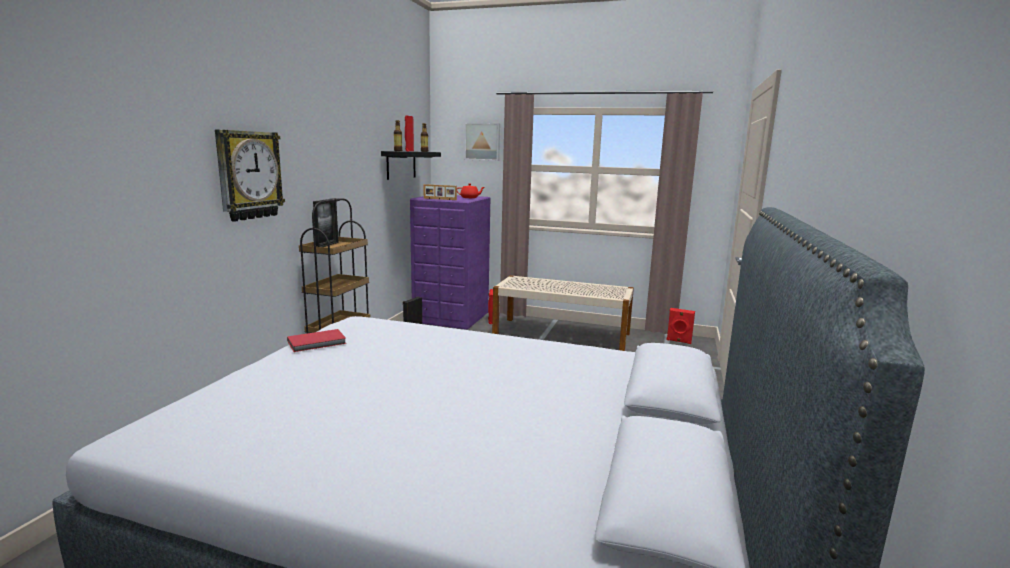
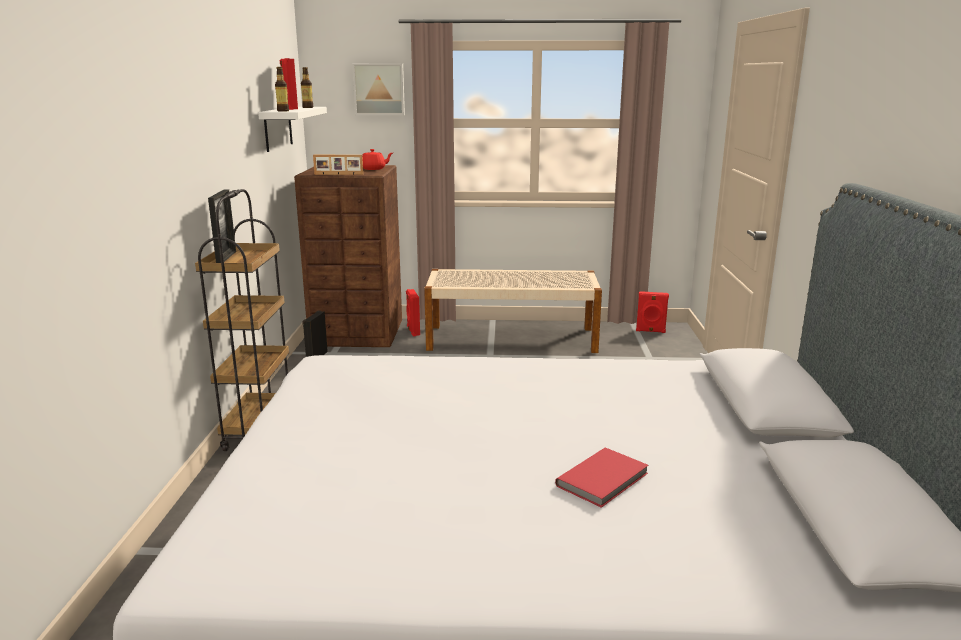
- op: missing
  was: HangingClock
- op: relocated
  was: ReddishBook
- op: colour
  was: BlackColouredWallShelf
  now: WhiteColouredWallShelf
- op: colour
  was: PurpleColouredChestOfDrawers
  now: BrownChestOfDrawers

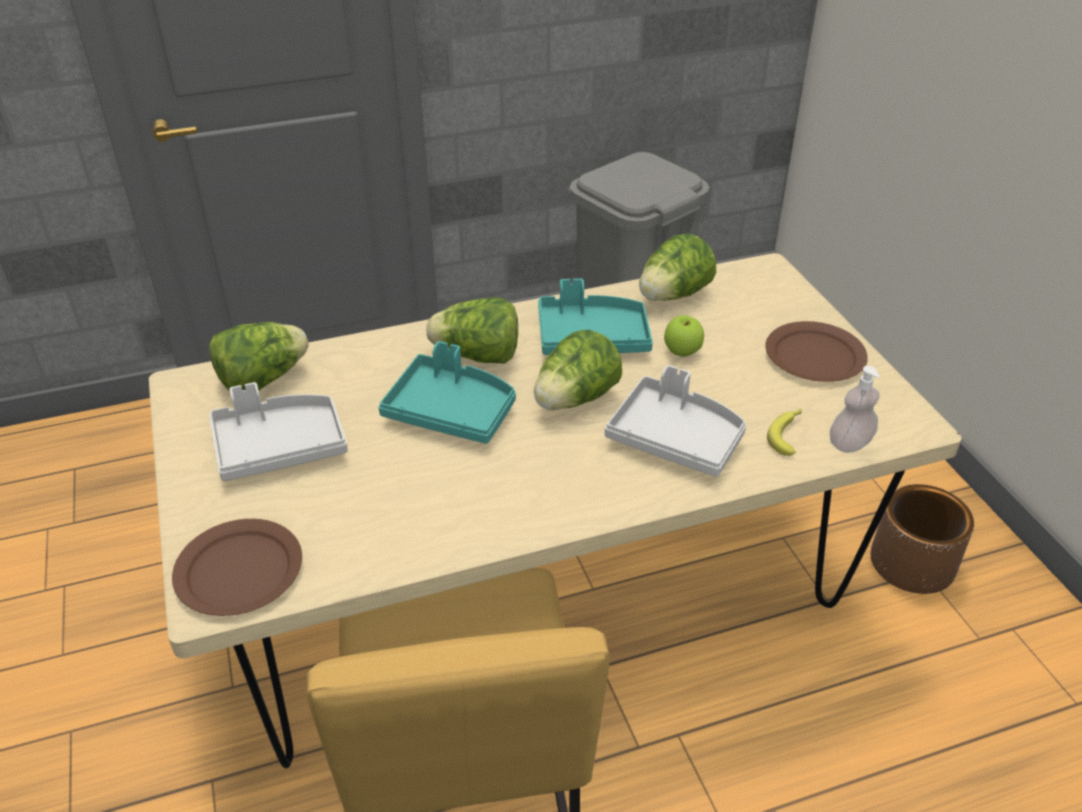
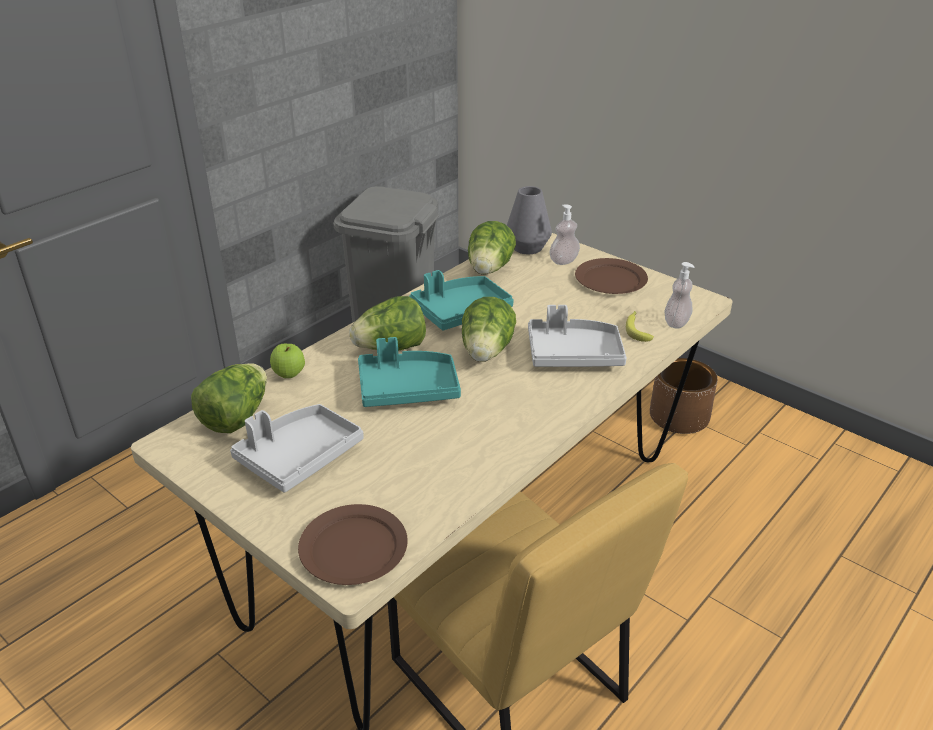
- op: appeared
  now: GreyVase
- op: appeared
  now: LiquidSoapBottle (no. 1 from left)
- op: relocated
  was: WholeApple

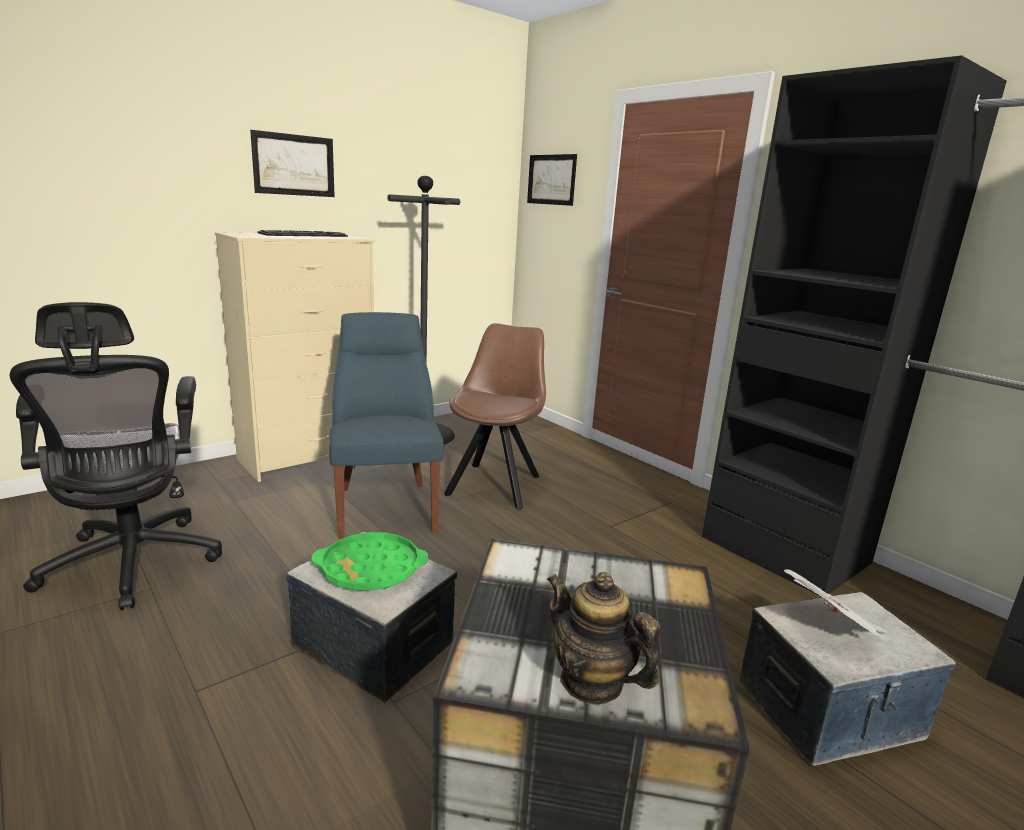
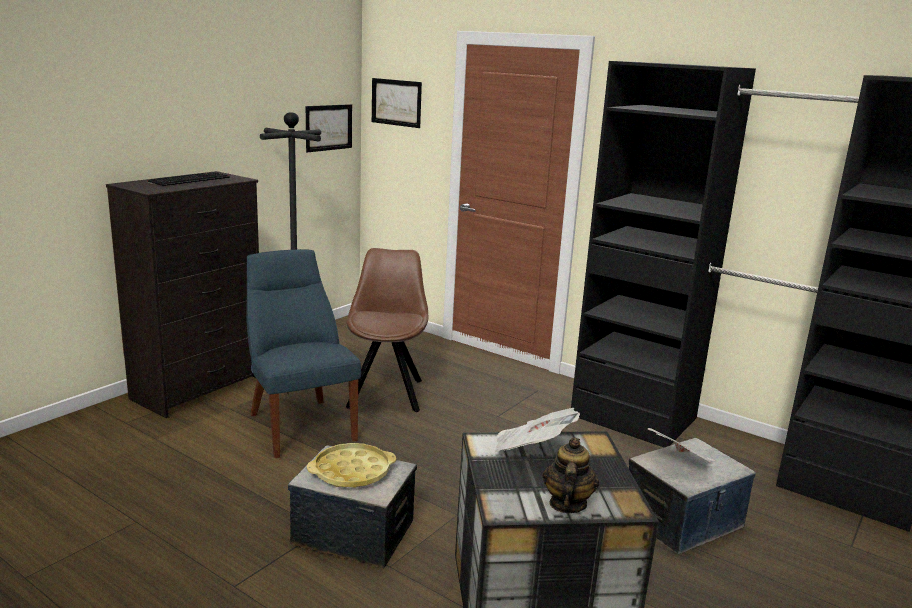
- op: missing
  was: ComputerChair
- op: appeared
  now: Newspaper (no. 1 from left)
- op: relocated
  was: WallPicture (no. 1 from left)
- op: colour
  was: BeigeChestOfDrawers
  now: BlackColouredChestOfDrawers
- op: colour
  was: GreenishTray
  now: YellowishTray
- op: spun
  was: TeaPot
  clockwise: 75

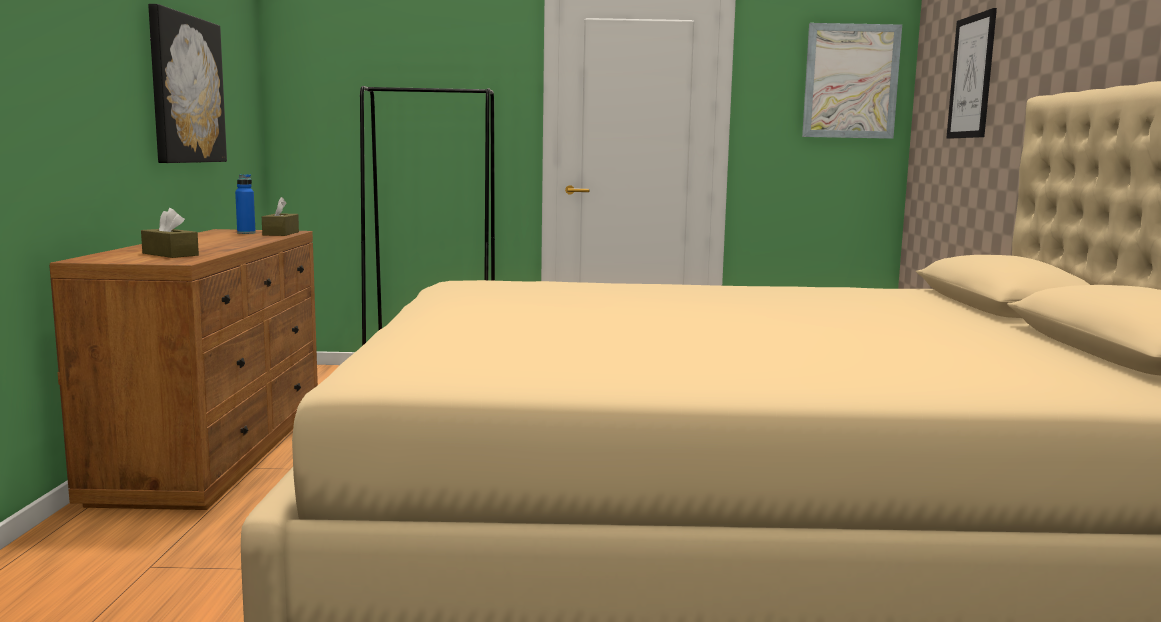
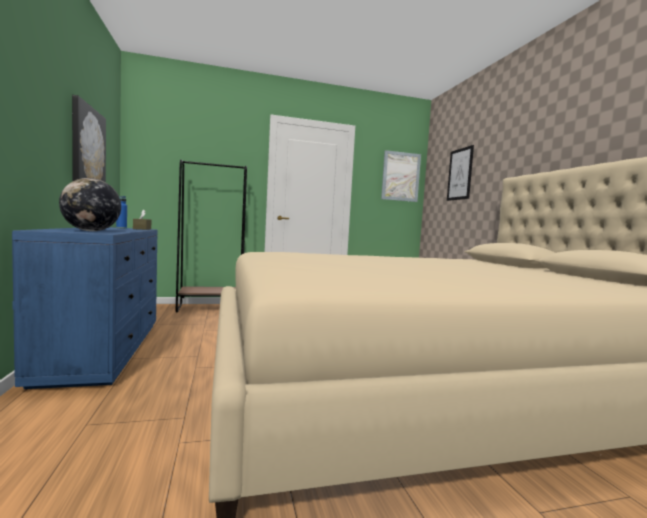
- op: exchanged
  was: BrownTissueHolder (no. 1 from left)
  now: DeskGlobe
- op: colour
  was: BrownChestOfDrawers
  now: BluishChestOfDrawers

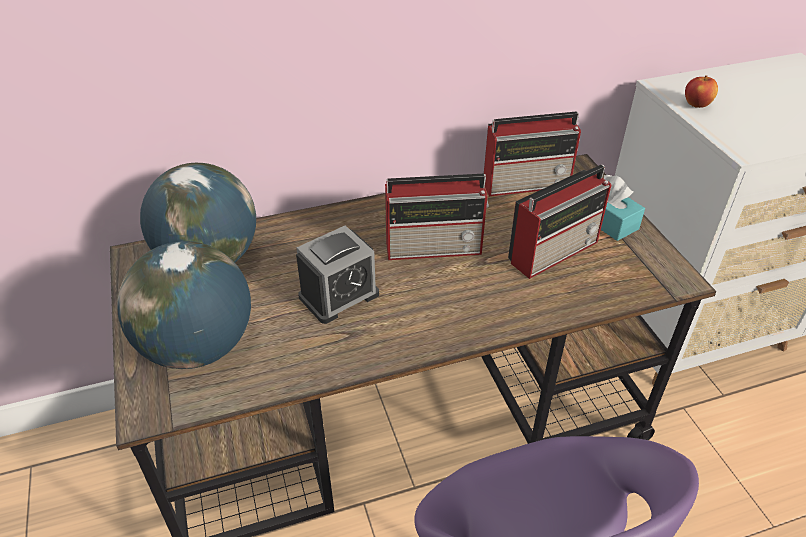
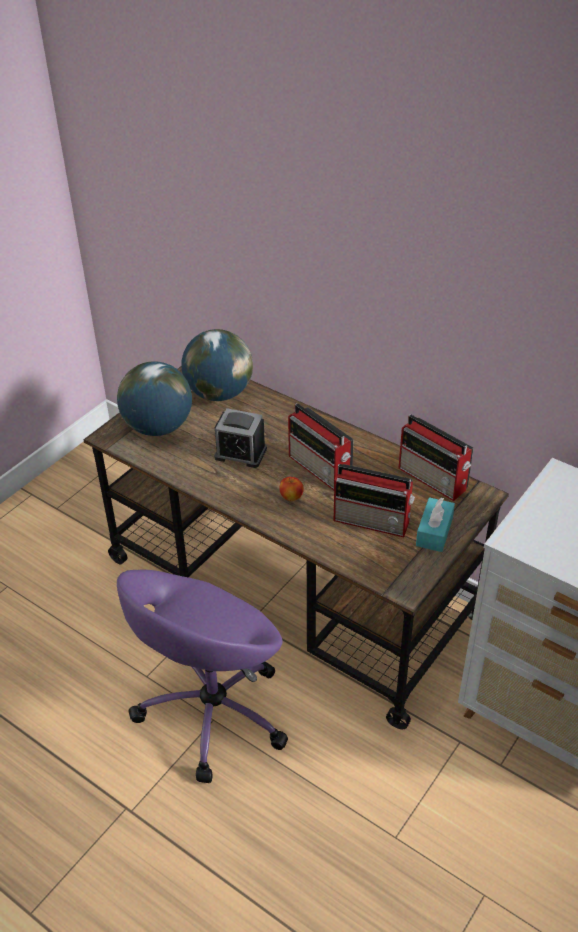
- op: relocated
  was: WholeApple

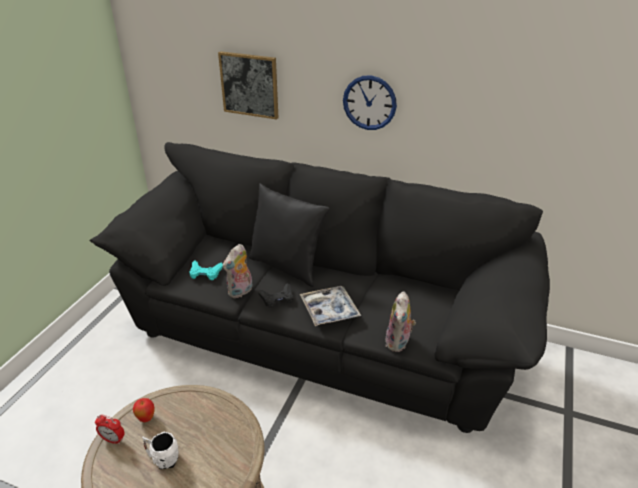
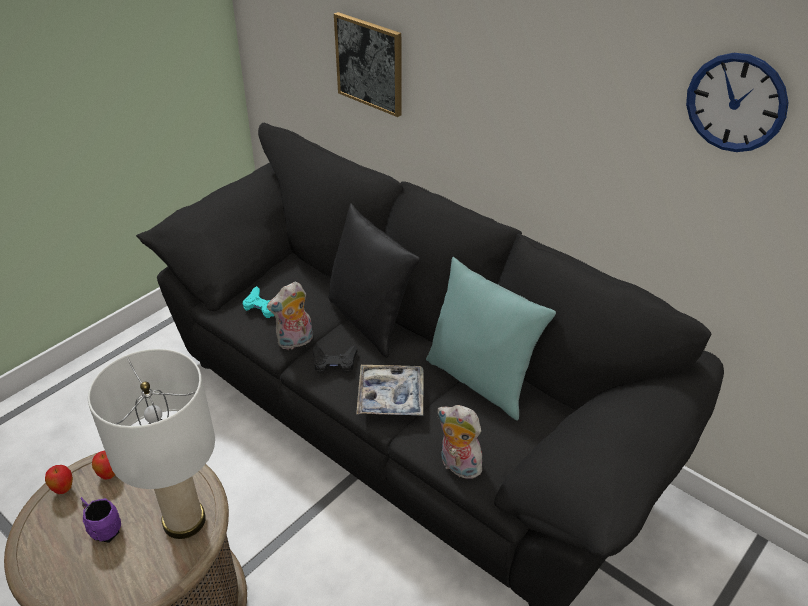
- op: appeared
  now: WhiteColouredLampForATable
- op: appeared
  now: BlueGreenPillow
- op: relocated
  was: HangingClock
- op: exchanged
  was: TableClock
  now: WholeApple (no. 1 from left)
- op: colour
  was: WhiteColouredCoffeeMug
  now: PurpleColouredCoffeeMug
- op: spun
  was: CuddlyToy (no. 2 from left)
  clockwise: 90

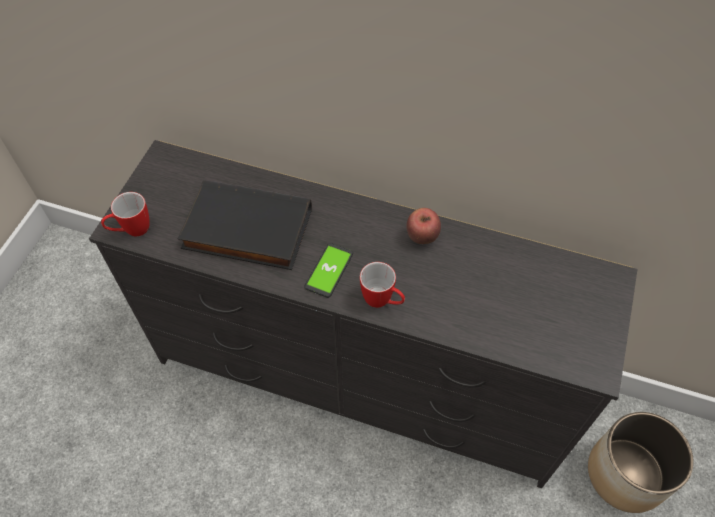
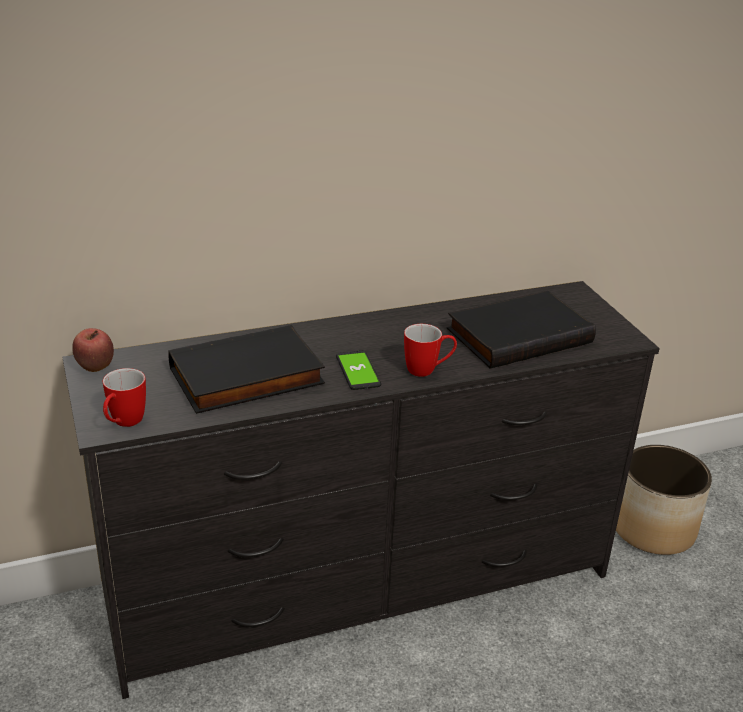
- op: appeared
  now: BlackColouredBook (no. 2 from left)
- op: relocated
  was: WholeApple

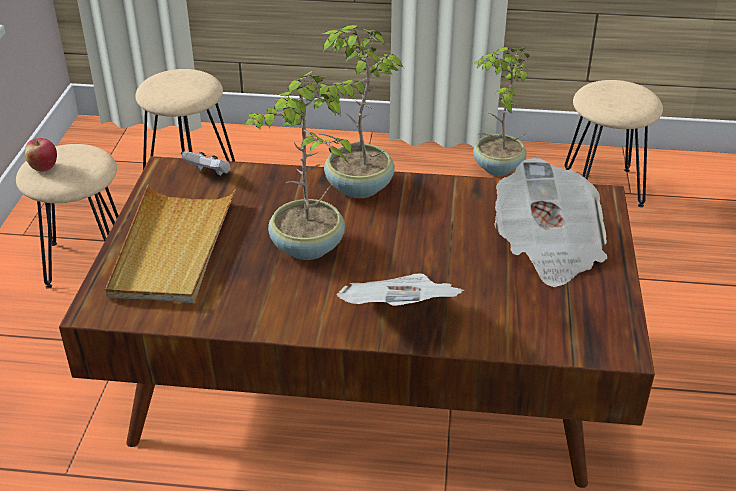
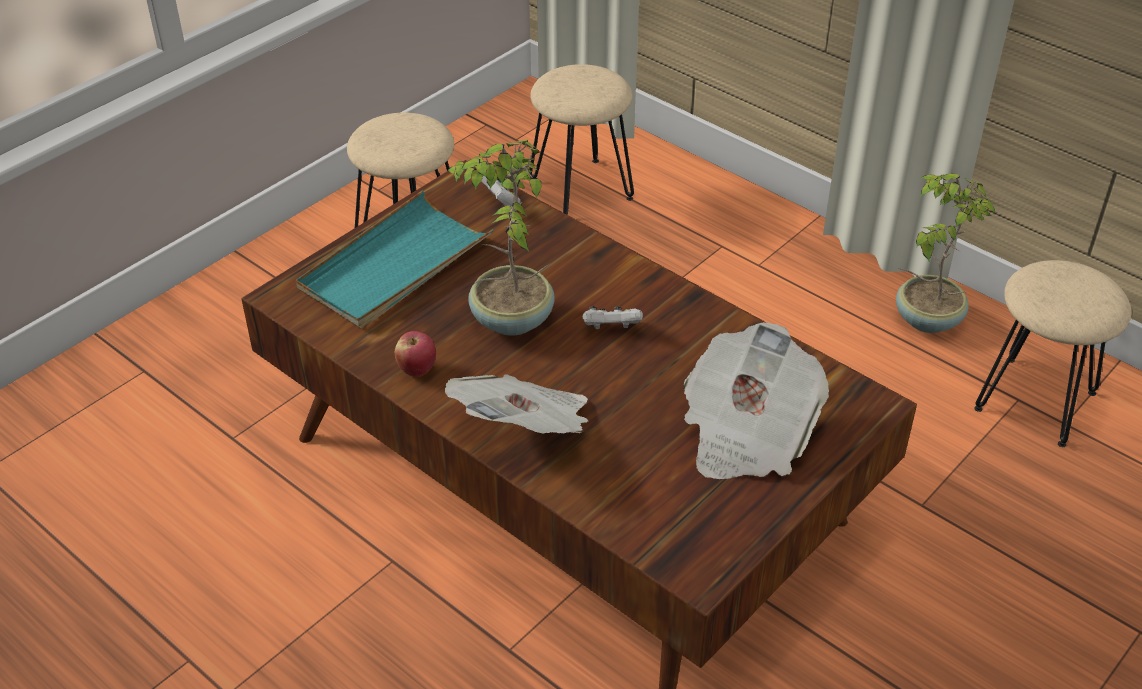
- op: missing
  was: PottedPlant (no. 2 from left)
- op: appeared
  now: WhiteColouredJoypad (no. 2 from left)
- op: relocated
  was: WholeApple
- op: colour
  was: BeigeTray
  now: BlueGreenTray

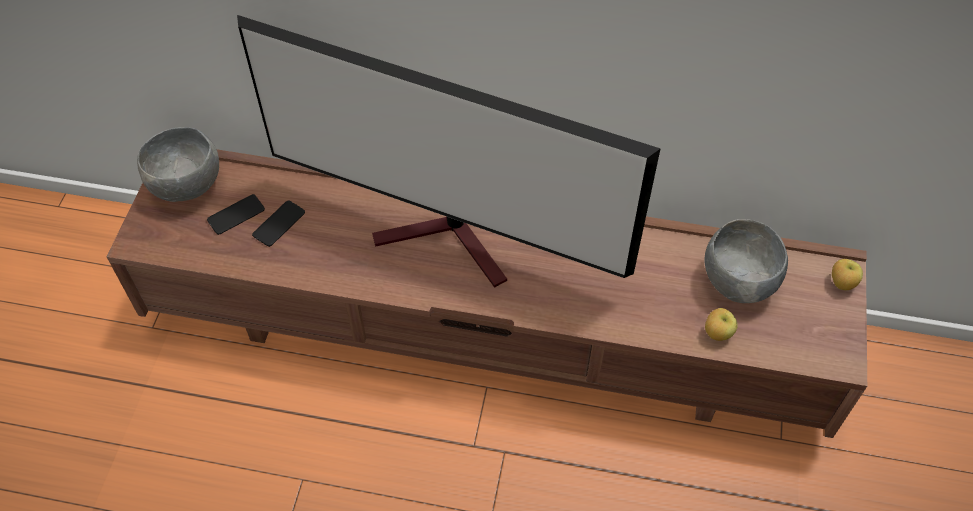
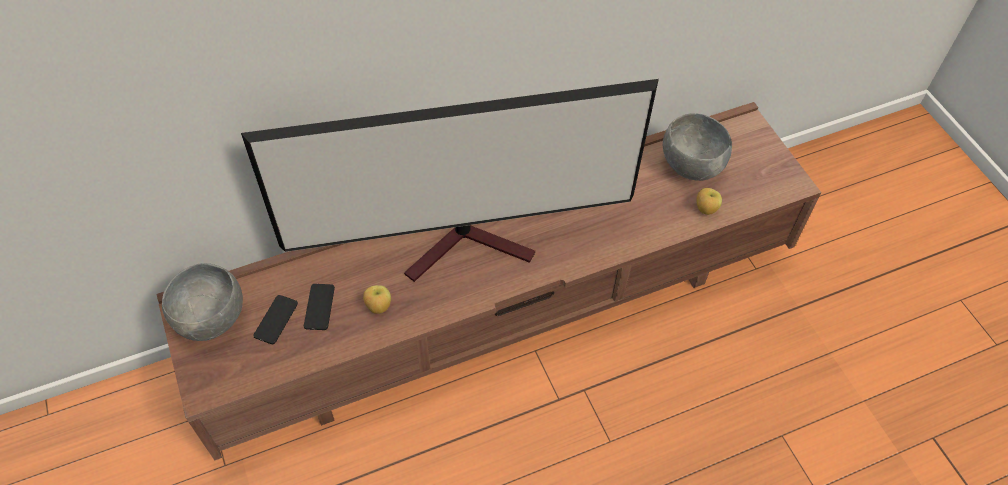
- op: relocated
  was: WholeApple (no. 2 from left in the first image)
  now: WholeApple (no. 1 from left)

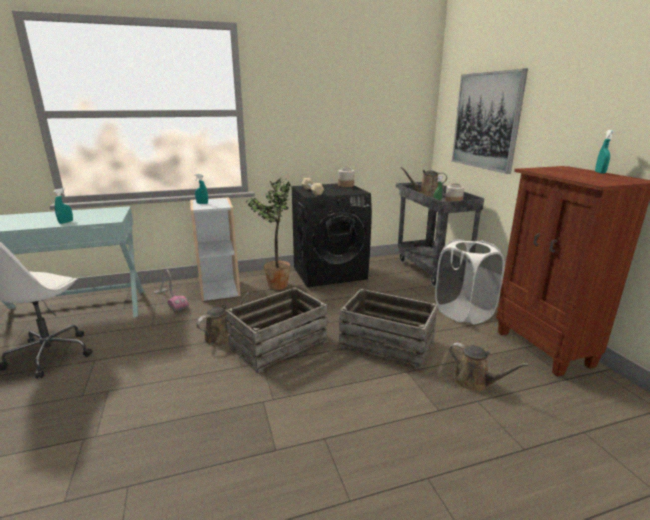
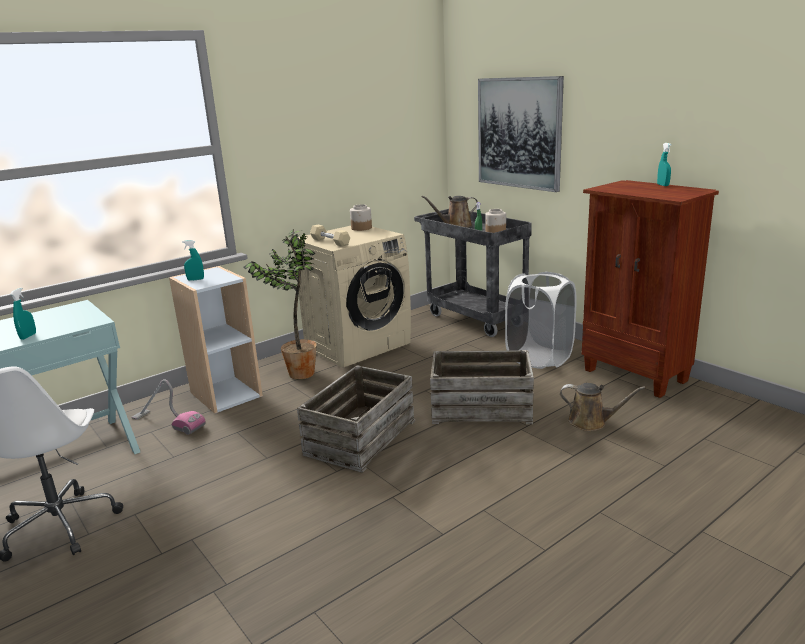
- op: missing
  was: BrownSprinklingCan (no. 1 from left)
- op: colour
  was: BlackColouredWashingMachine
  now: BeigeWashingMachine

